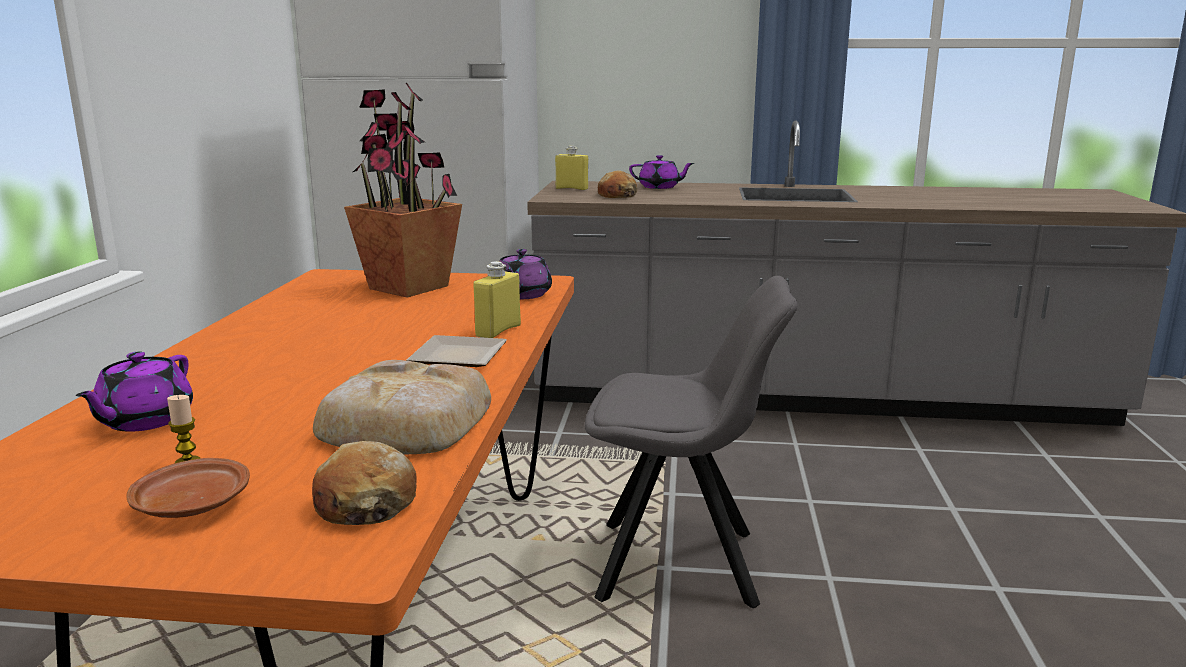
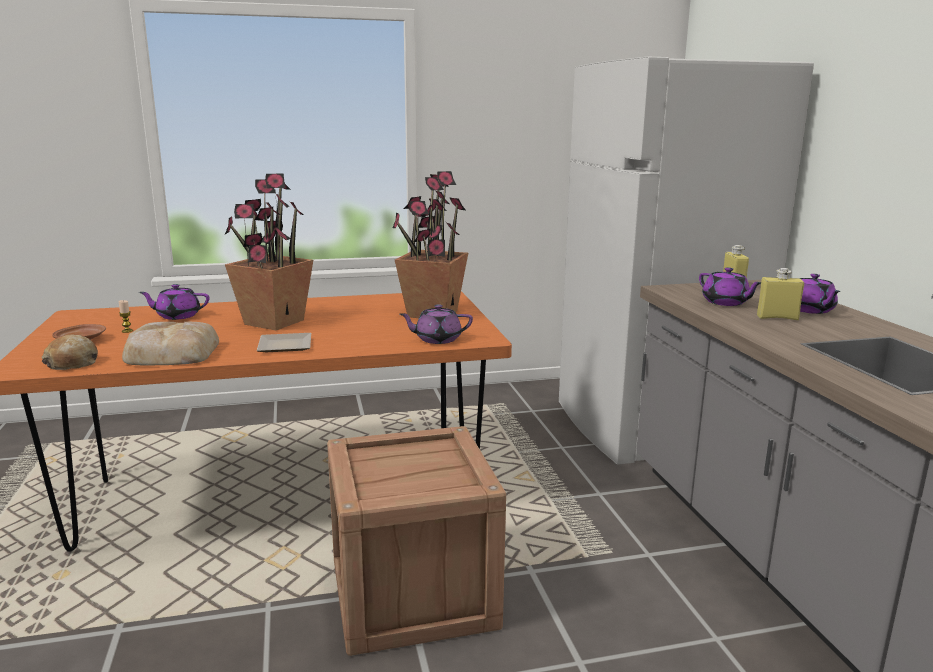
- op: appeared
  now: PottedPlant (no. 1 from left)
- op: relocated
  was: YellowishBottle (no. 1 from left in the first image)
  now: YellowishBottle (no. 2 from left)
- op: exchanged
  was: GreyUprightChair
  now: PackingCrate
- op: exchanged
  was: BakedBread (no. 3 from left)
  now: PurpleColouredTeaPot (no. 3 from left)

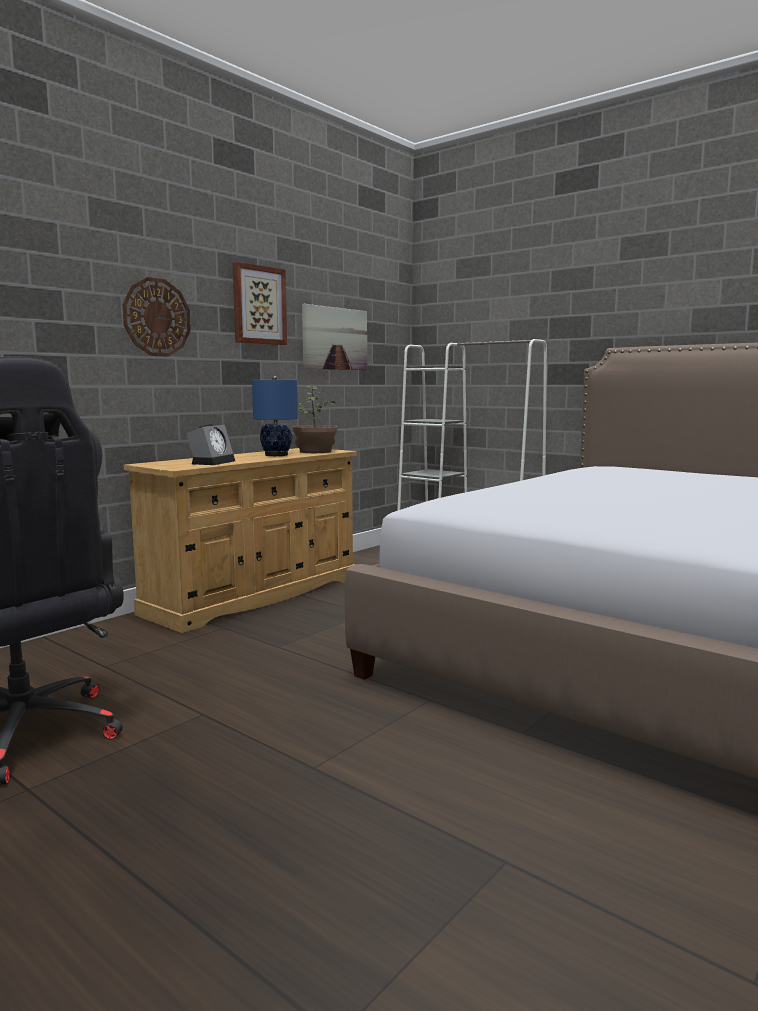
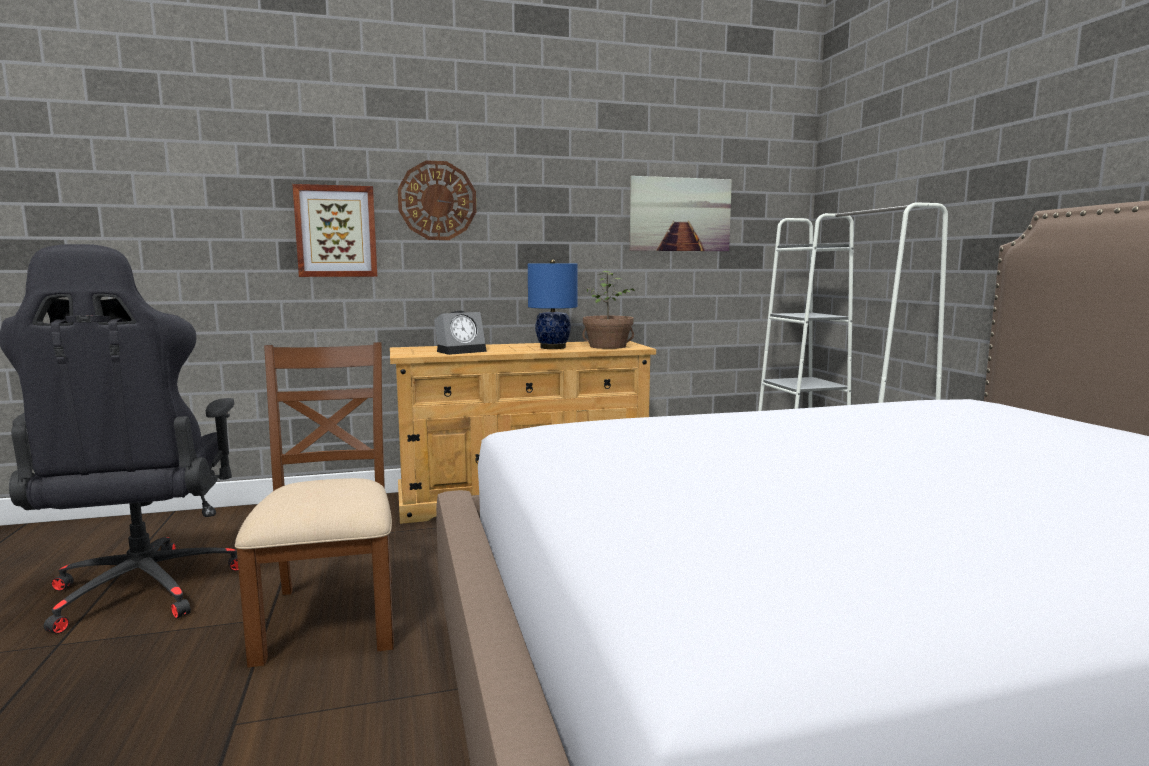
- op: appeared
  now: BrownUprightChair
- op: relocated
  was: WallPicture (no. 1 from left)

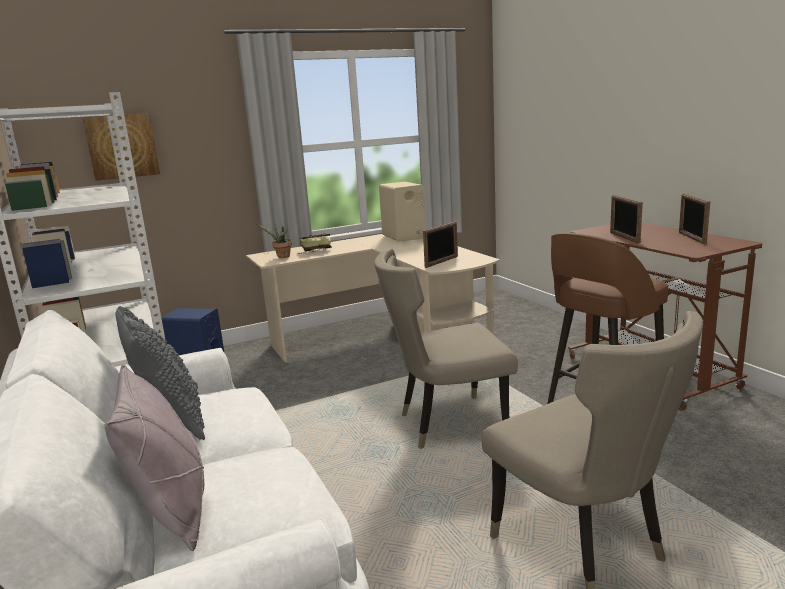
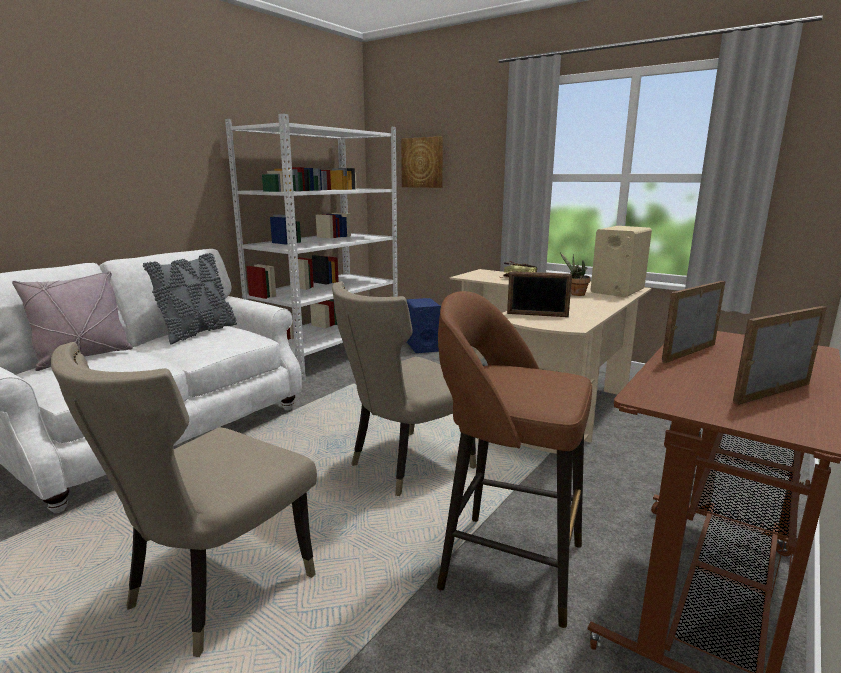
- op: relocated
  was: PottedPlant
- op: spun
  was: BeigeUprightChair (no. 1 from left in the first image)
  clockwise: -90

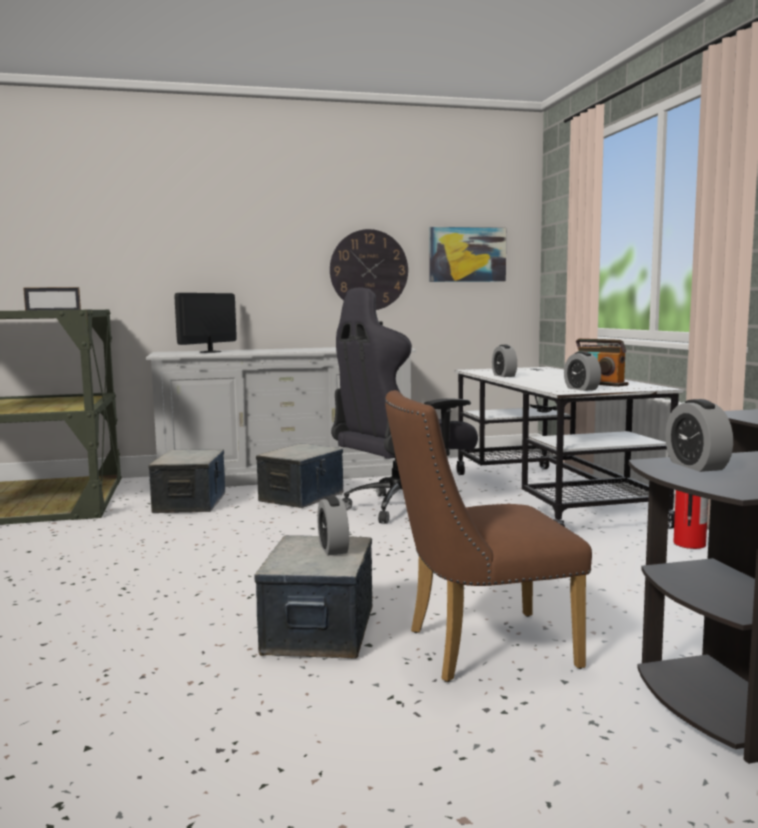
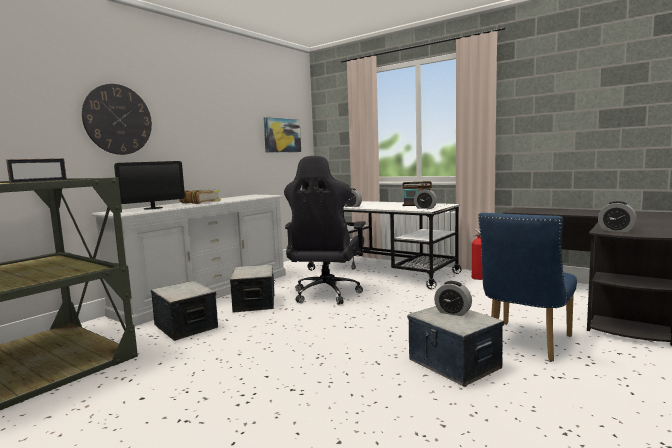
- op: appeared
  now: Book
- op: relocated
  was: HangingClock
- op: colour
  was: BrownUprightChair
  now: BluishUprightChair
- op: spun
  was: Monitor
  clockwise: -120

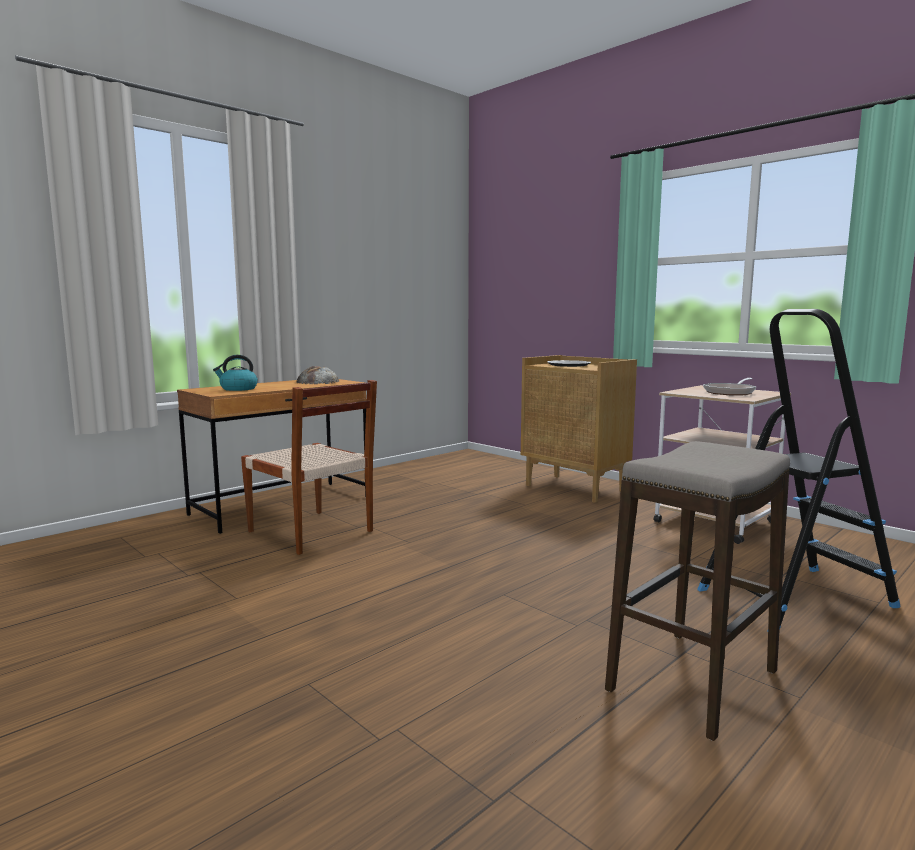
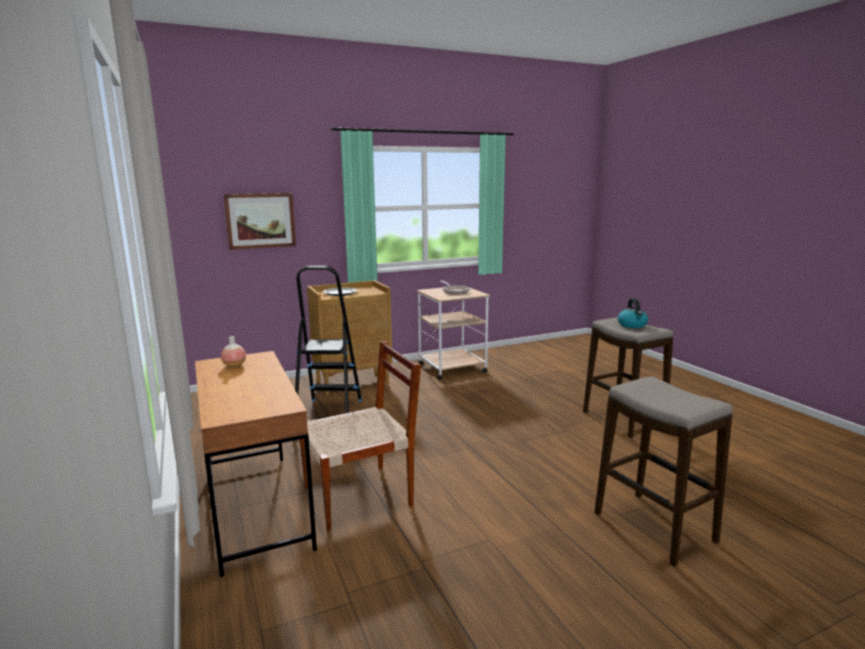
- op: appeared
  now: WallPicture
- op: appeared
  now: Stool (no. 2 from left)
- op: relocated
  was: WaterKettle
- op: relocated
  was: BlackColouredStepStool
- op: exchanged
  was: BakedBread
  now: Vase

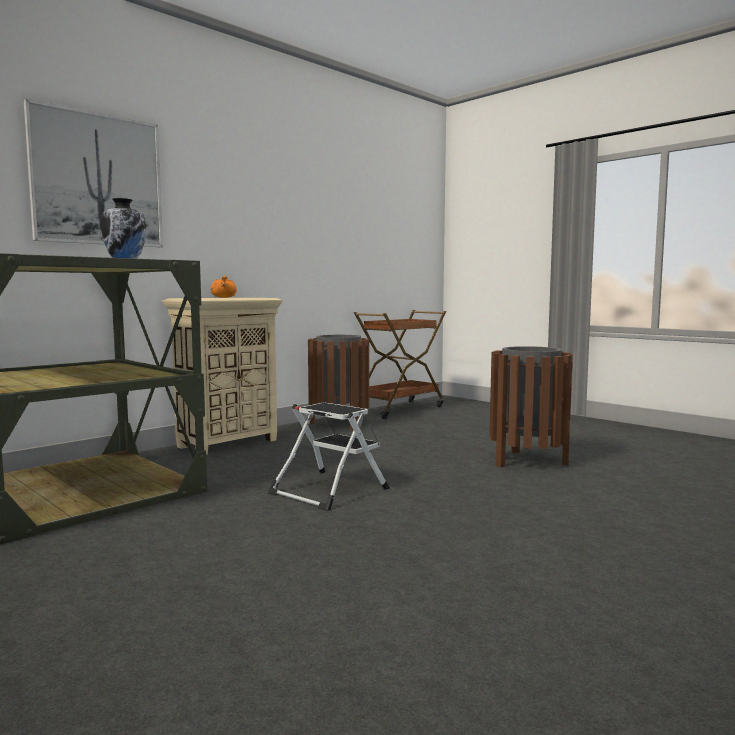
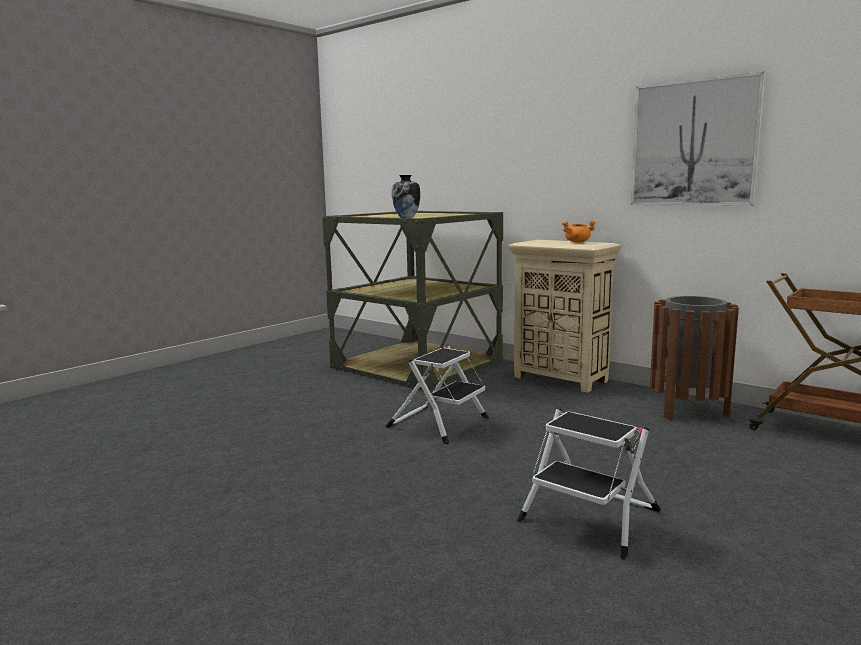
- op: relocated
  was: WallPicture
- op: exchanged
  was: BrownTrashCan (no. 2 from left)
  now: StepStool (no. 2 from left)

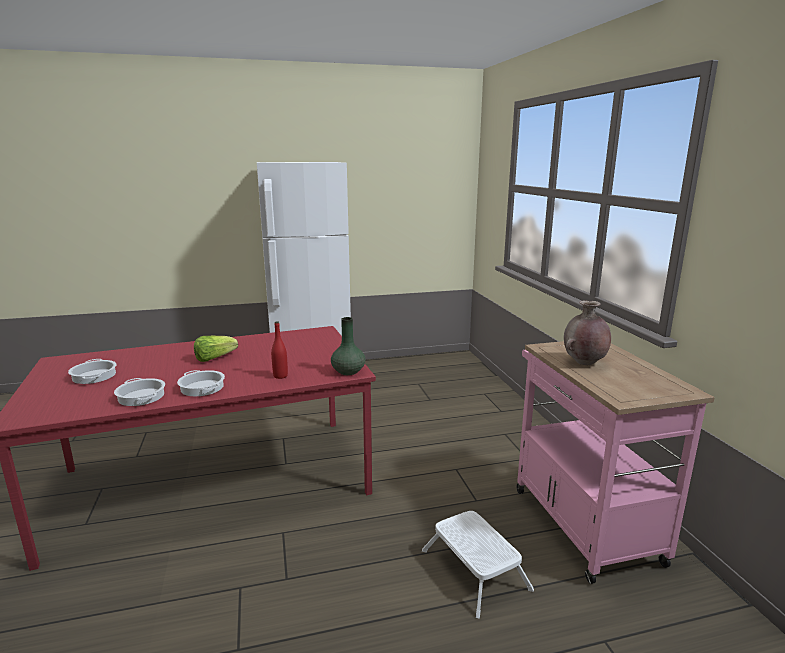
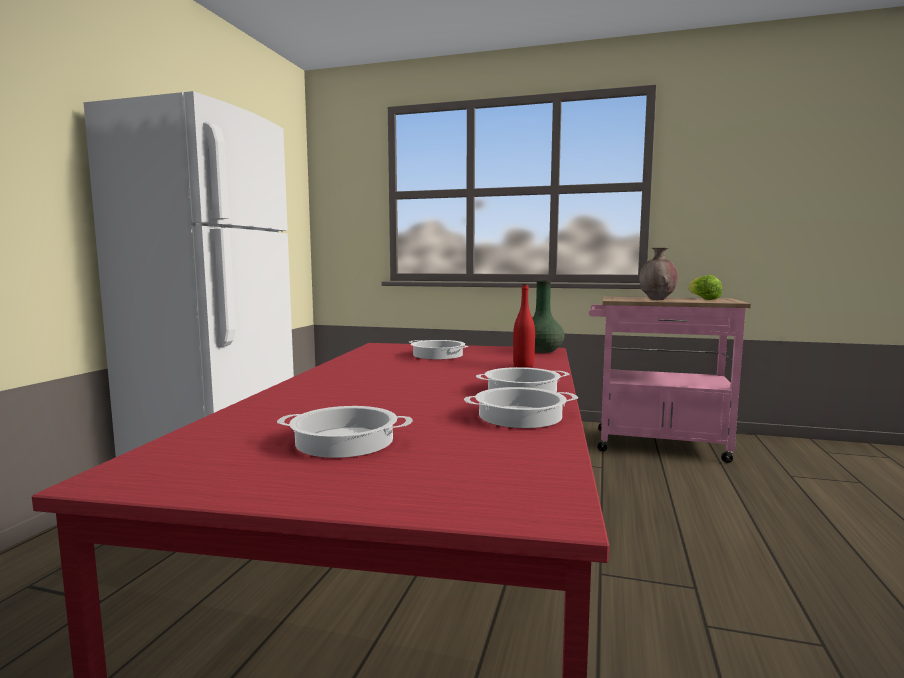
- op: missing
  was: WhiteColouredStepStool
- op: appeared
  now: CookingPot (no. 2 from left)
- op: relocated
  was: LettuceHead

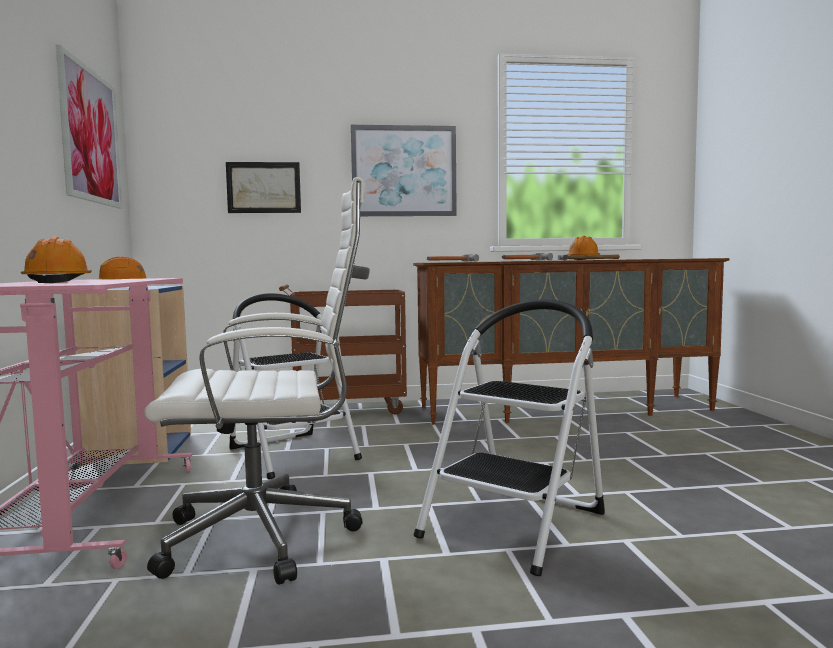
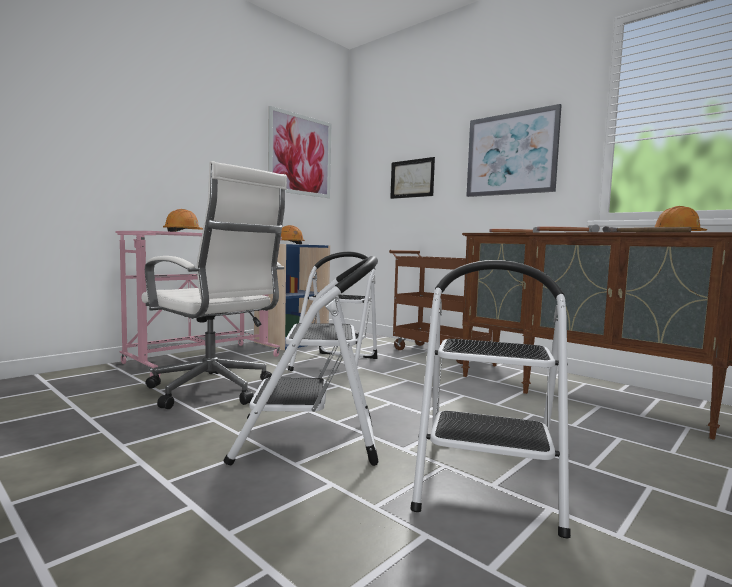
- op: appeared
  now: StepStool (no. 3 from left)

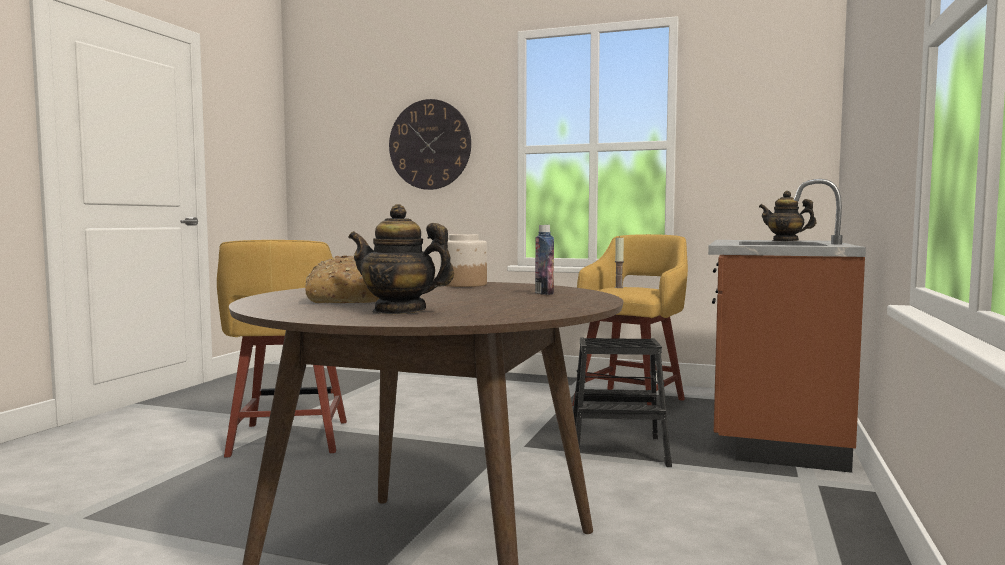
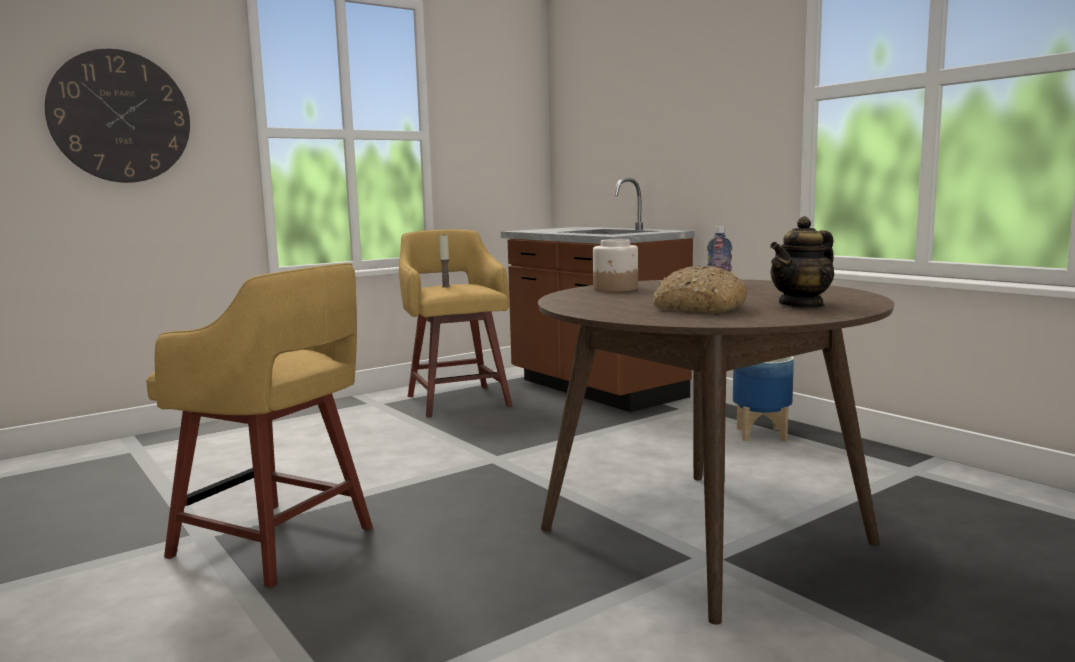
- op: missing
  was: BlackColouredStepStool
- op: missing
  was: TeaPot (no. 2 from left)
- op: appeared
  now: Planter

